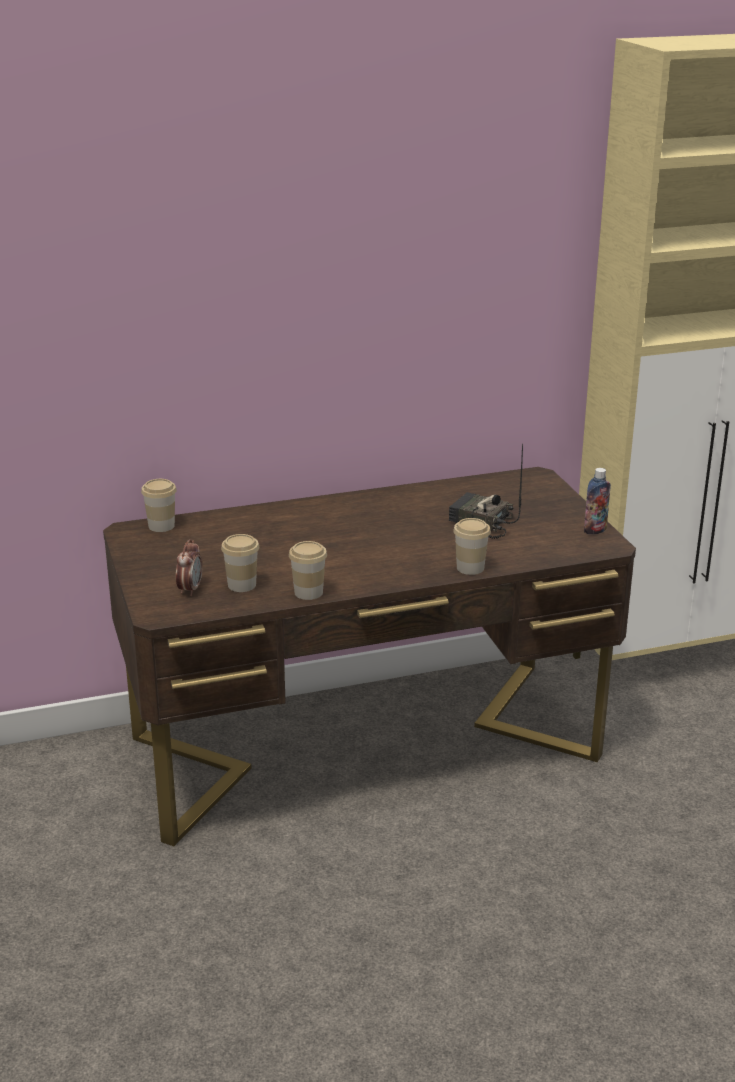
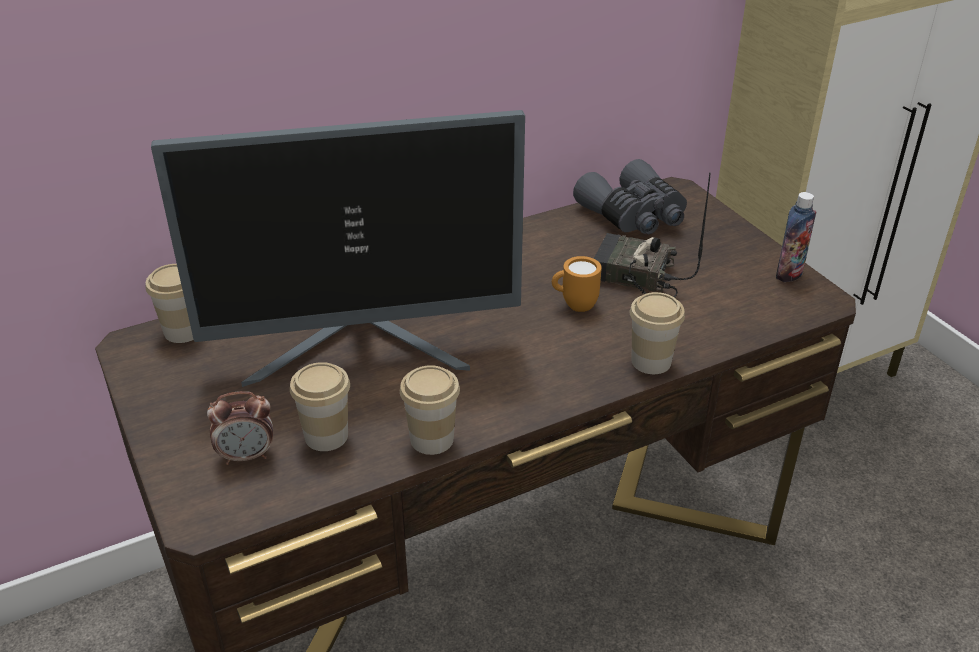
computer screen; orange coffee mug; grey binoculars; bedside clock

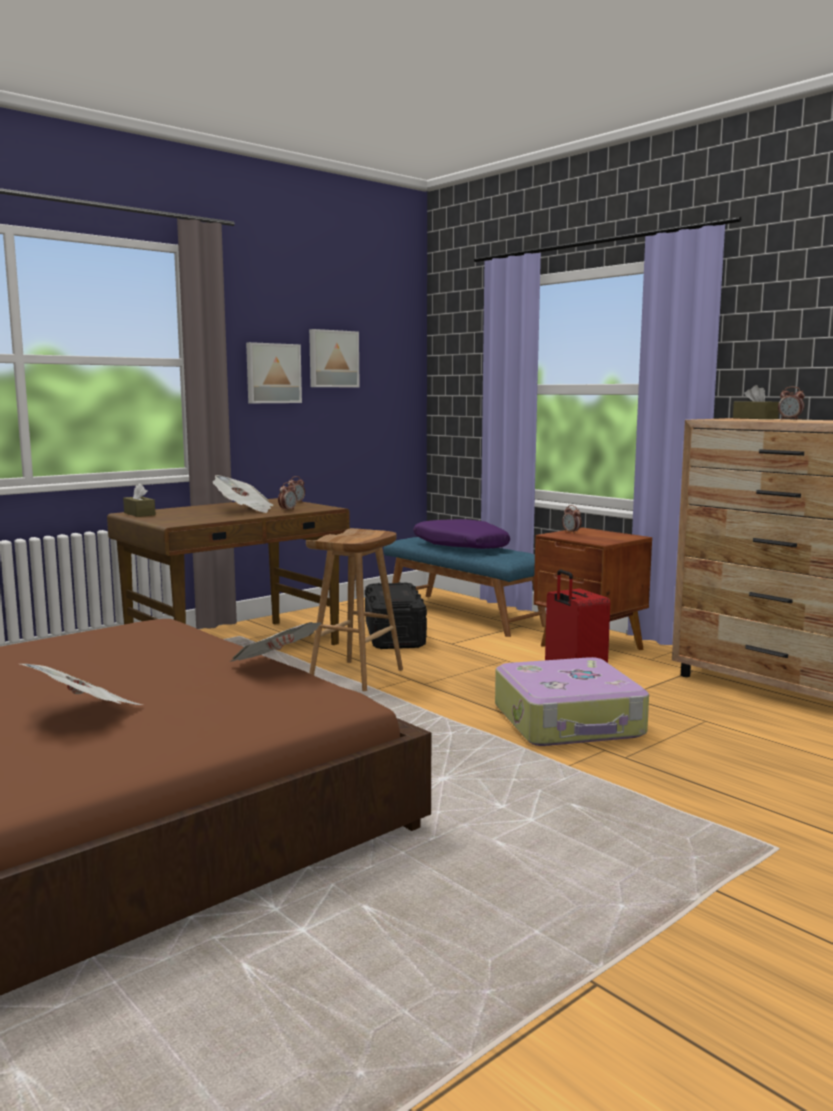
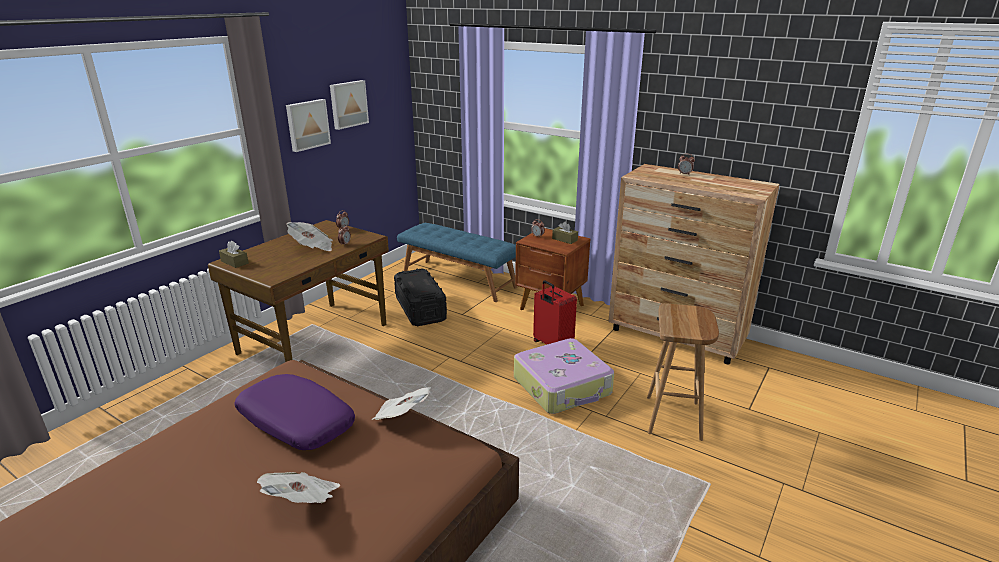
brown-coloured stool; purplish cushion; brown-coloured box of tissues (no. 2 from left)

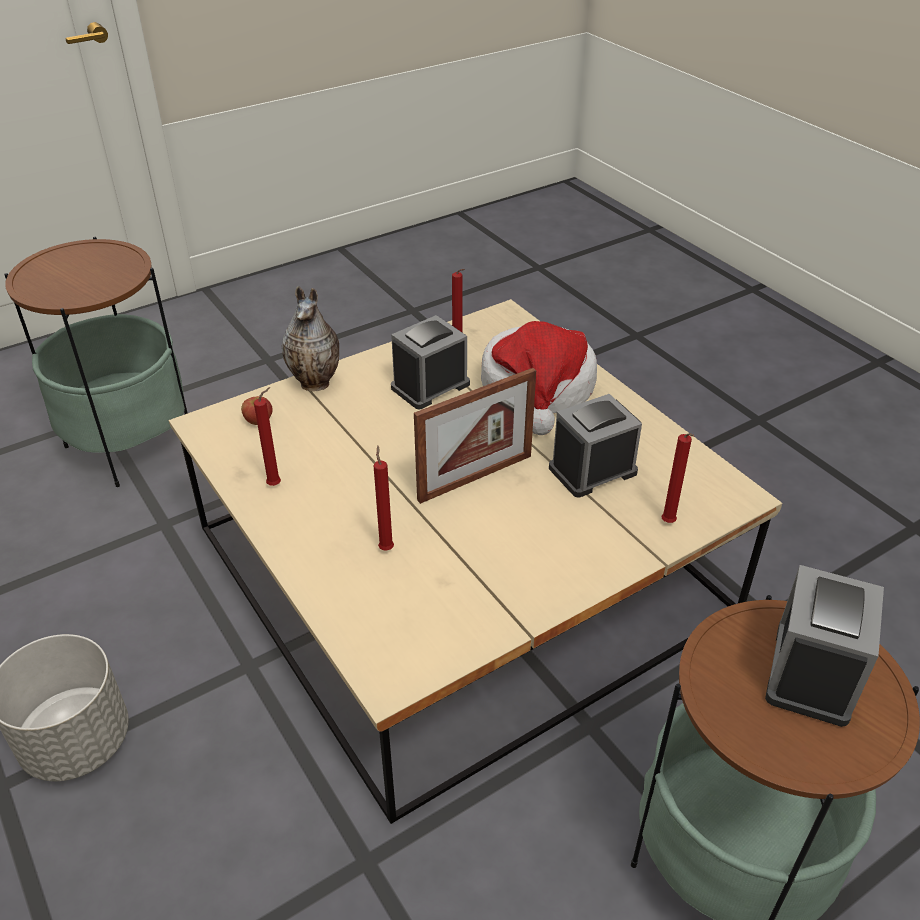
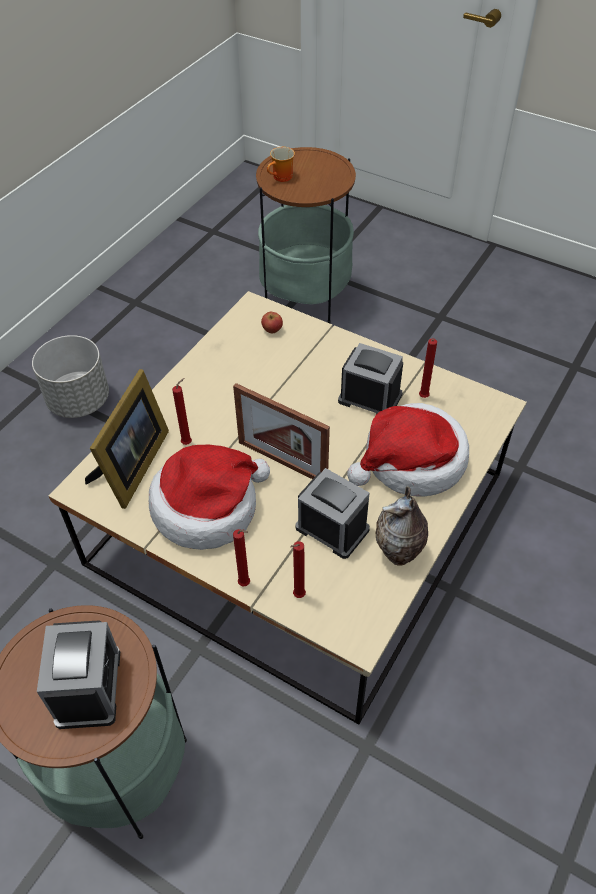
picture frame (no. 1 from left); hat (no. 1 from left); coffee mug; red candle (no. 2 from left); decorative vase; bedside clock (no. 1 from left)

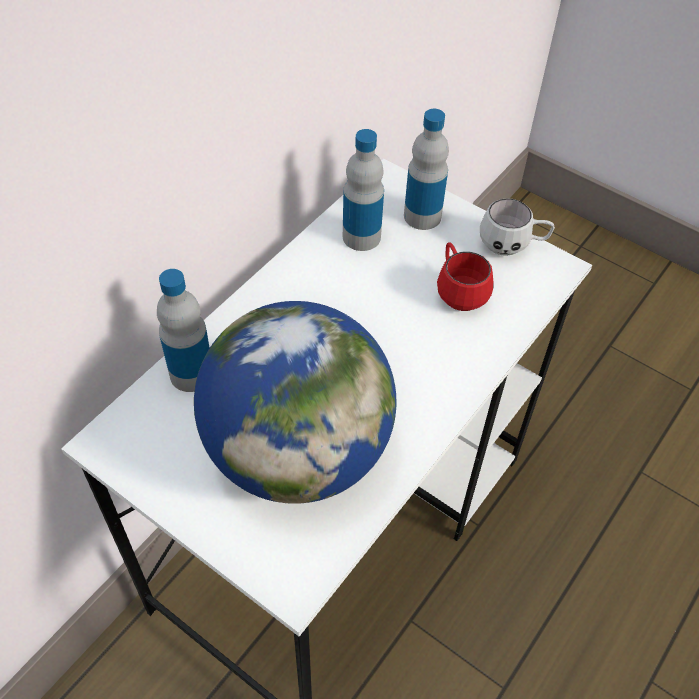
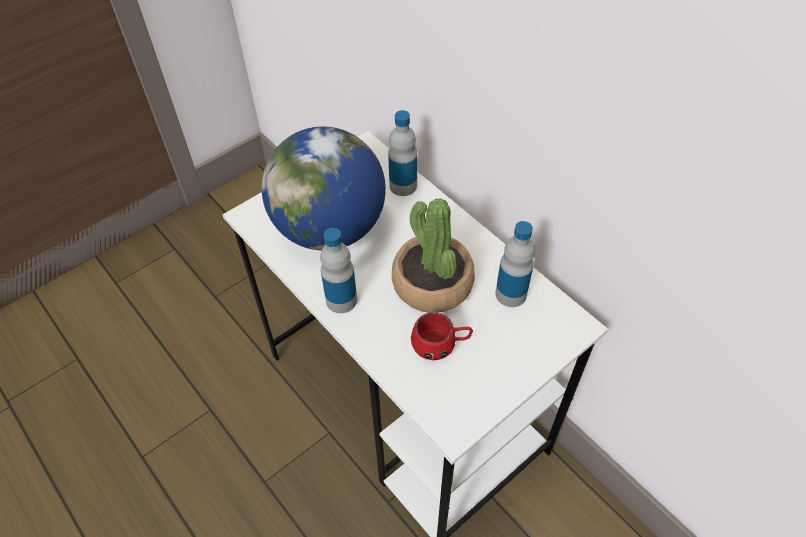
white coffee mug; potted plant; bottle (no. 1 from left)

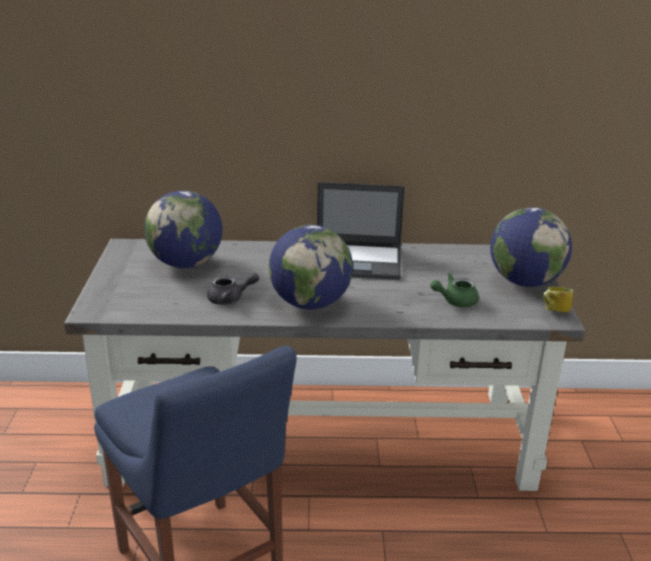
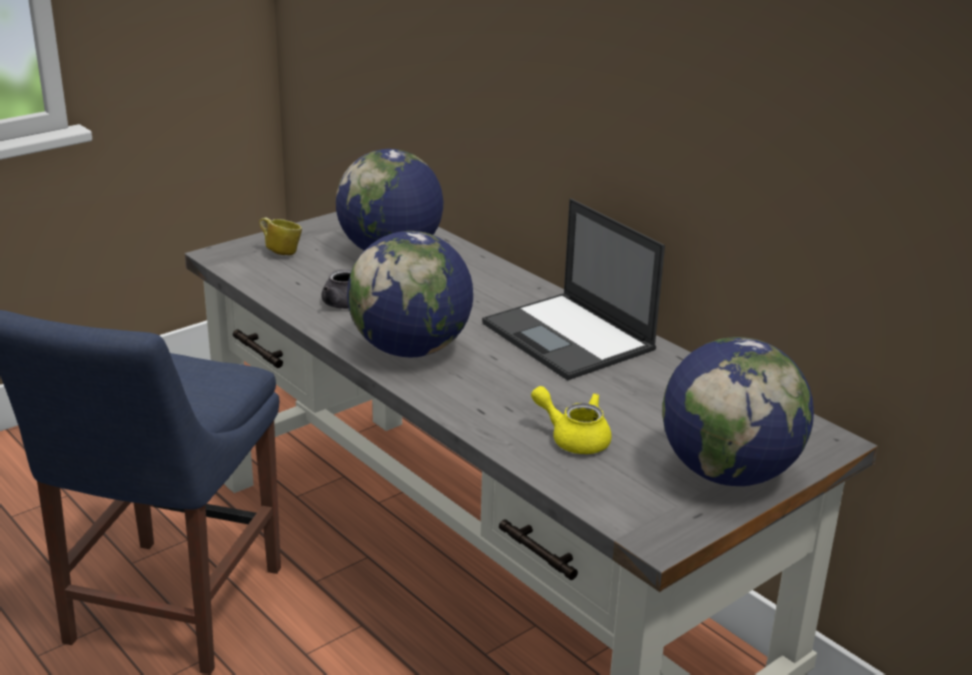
coffee mug; yellow teapot

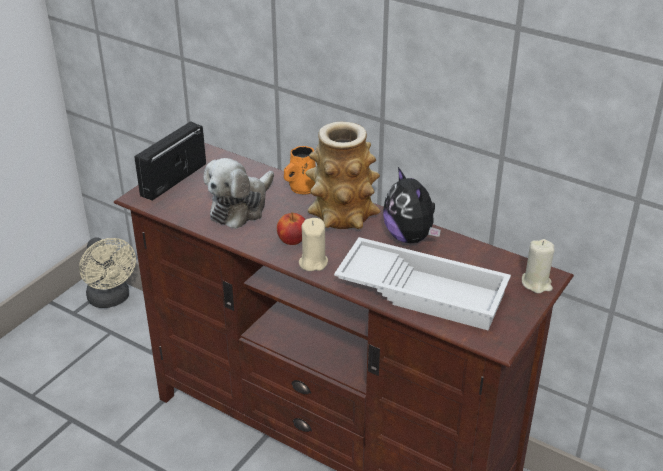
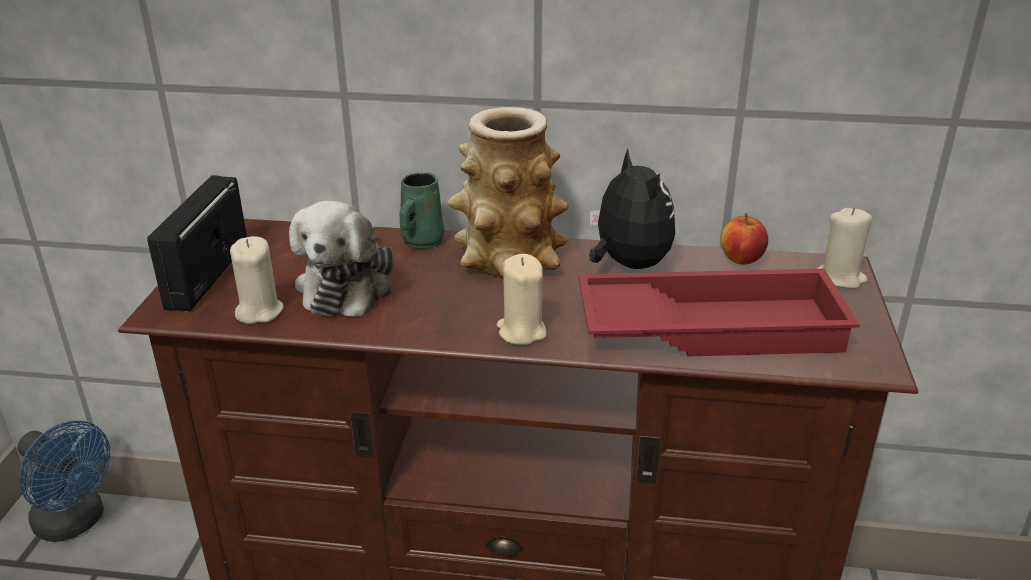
beige-coloured candle (no. 1 from left); whole apple; bluish cooling fan; greenish coffee mug; red carrying tray; cuddly toy (no. 2 from left)

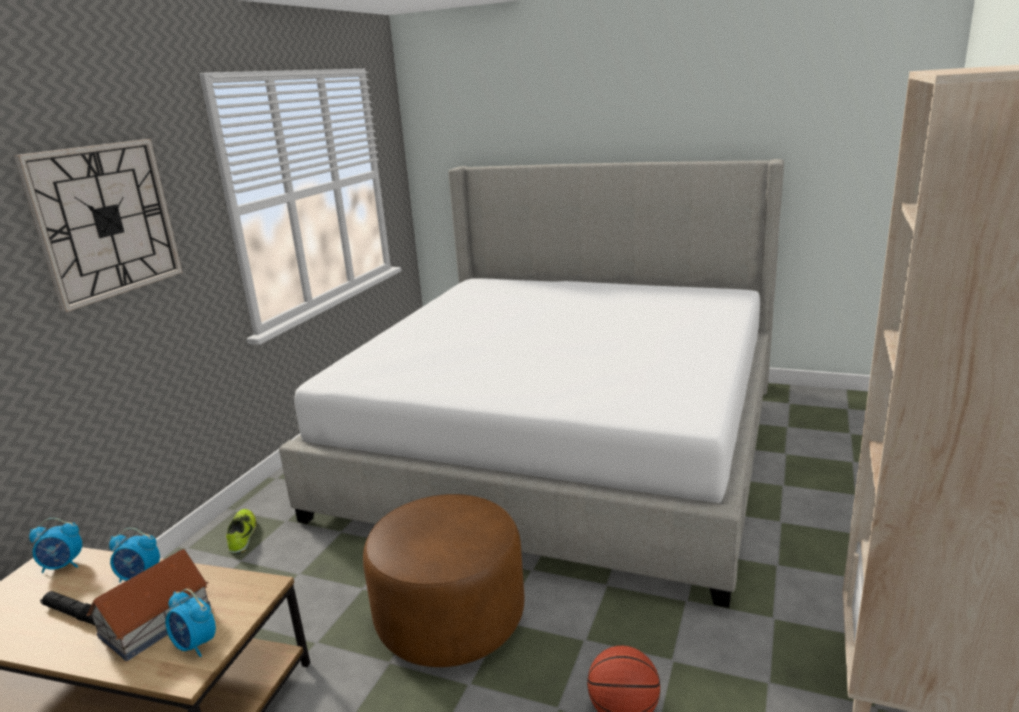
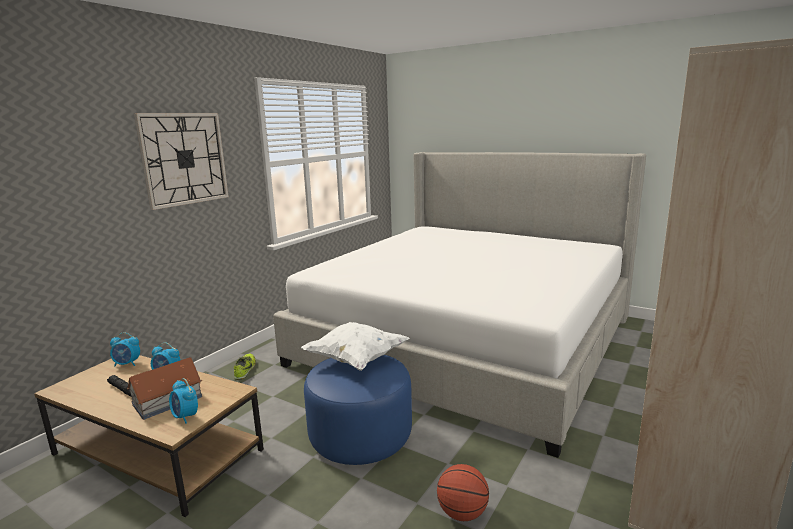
white cushion; bluish pouffe

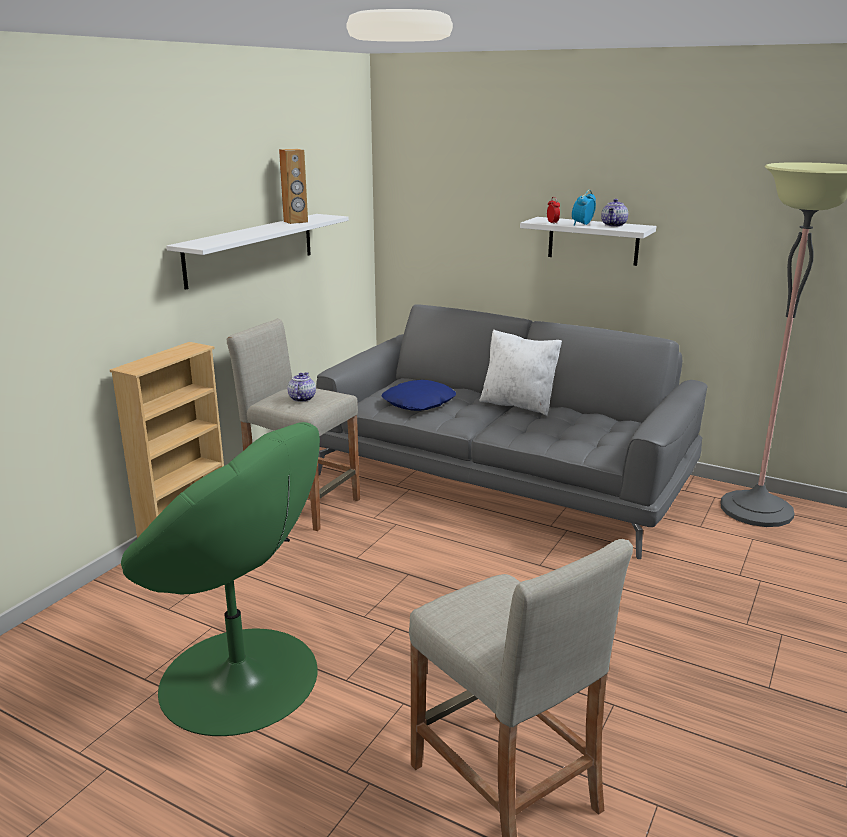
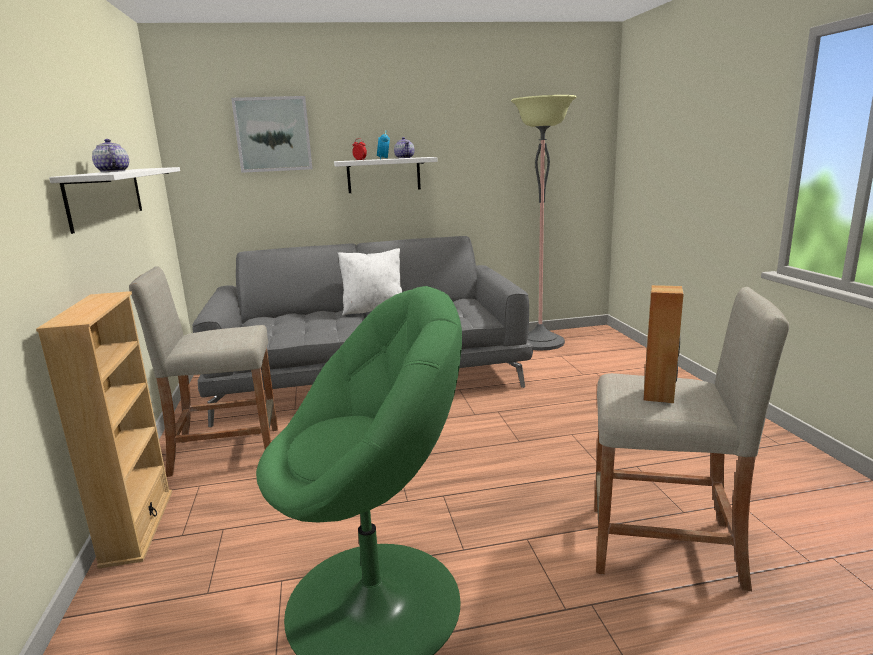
bluish cushion; wall art; brown-coloured speaker; teapot (no. 1 from left)

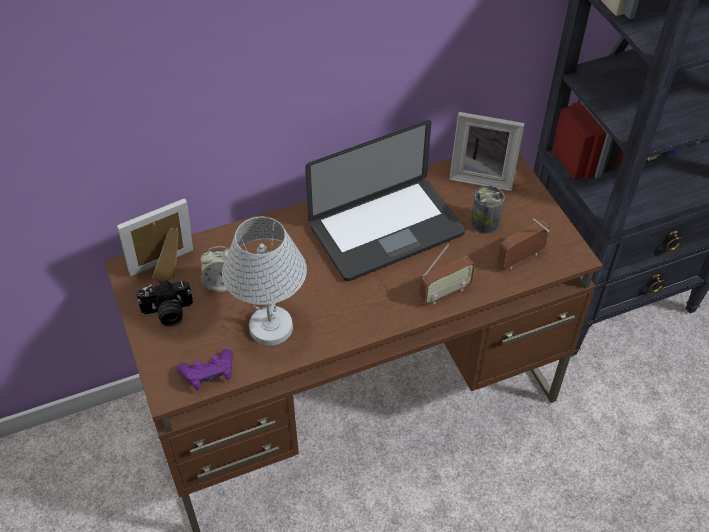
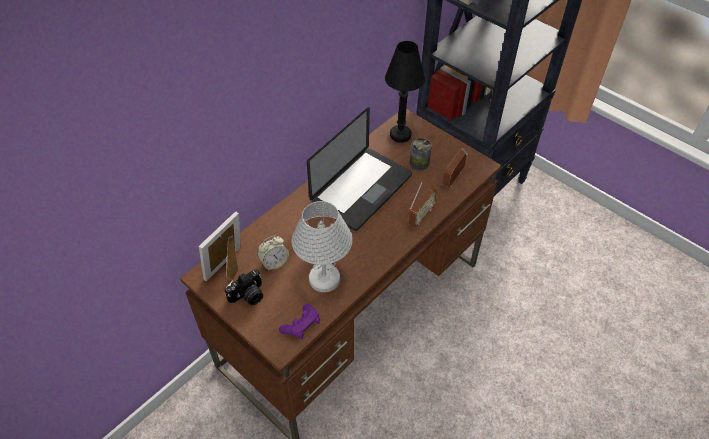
black tabletop lamp

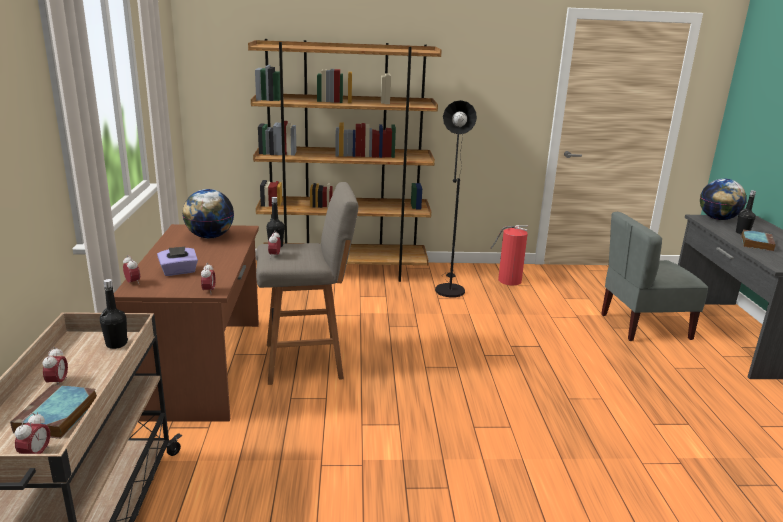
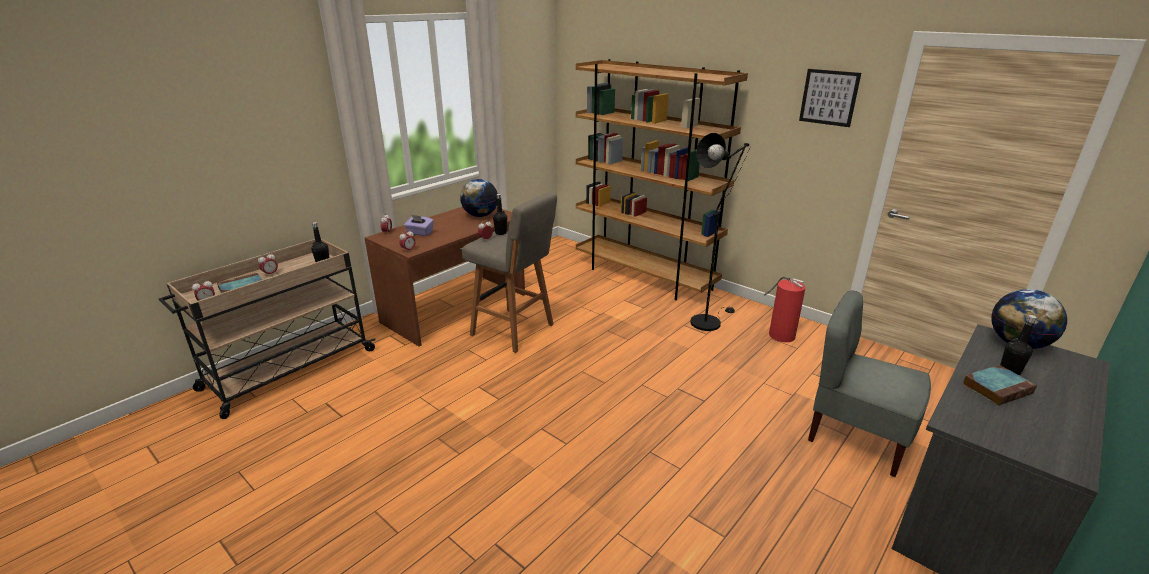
wall art

